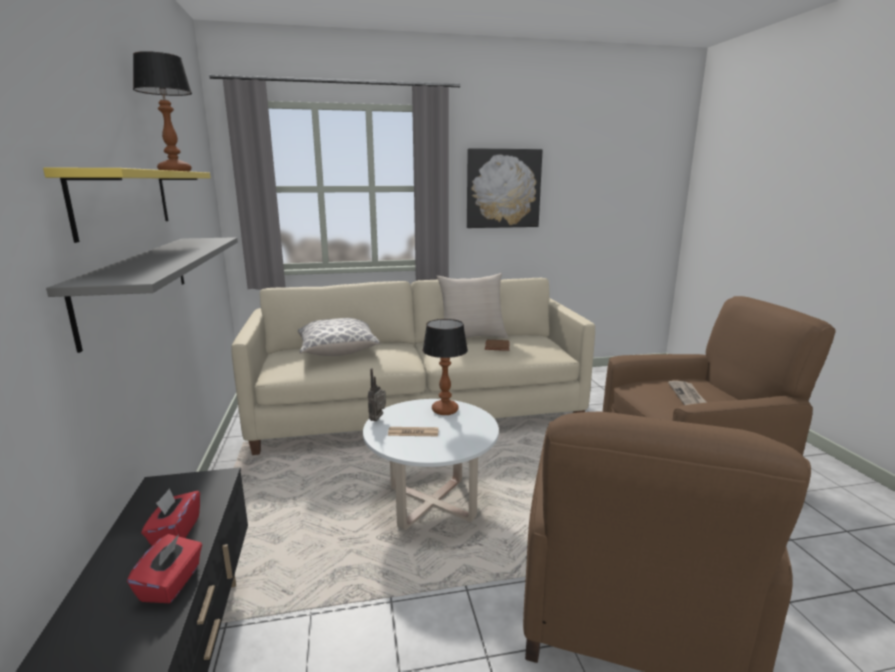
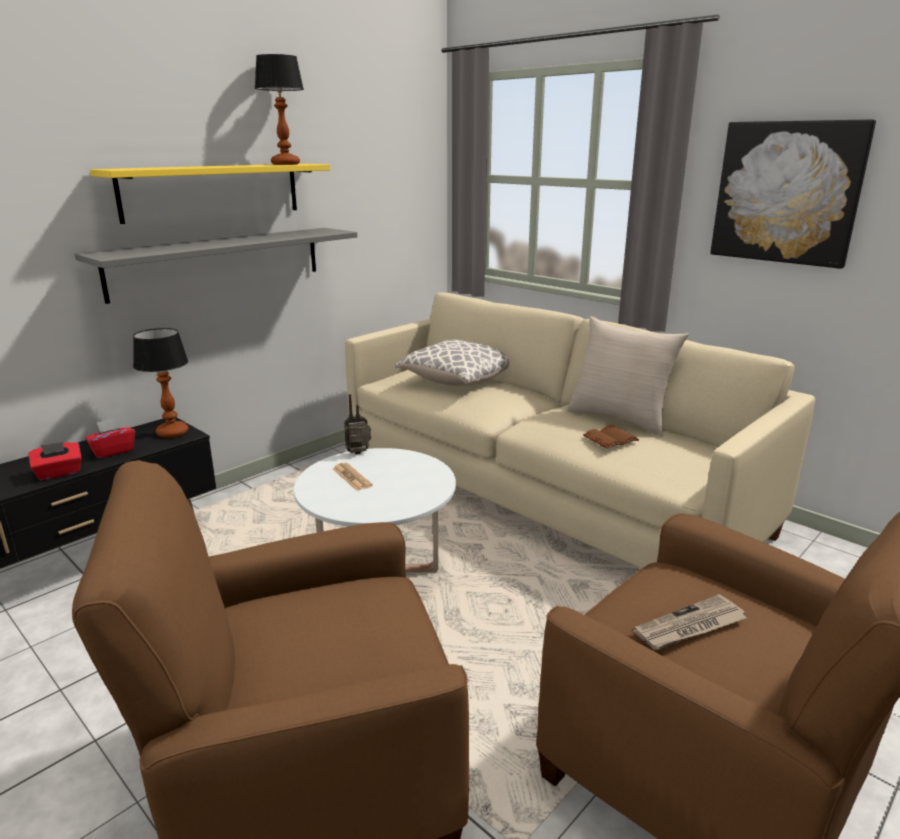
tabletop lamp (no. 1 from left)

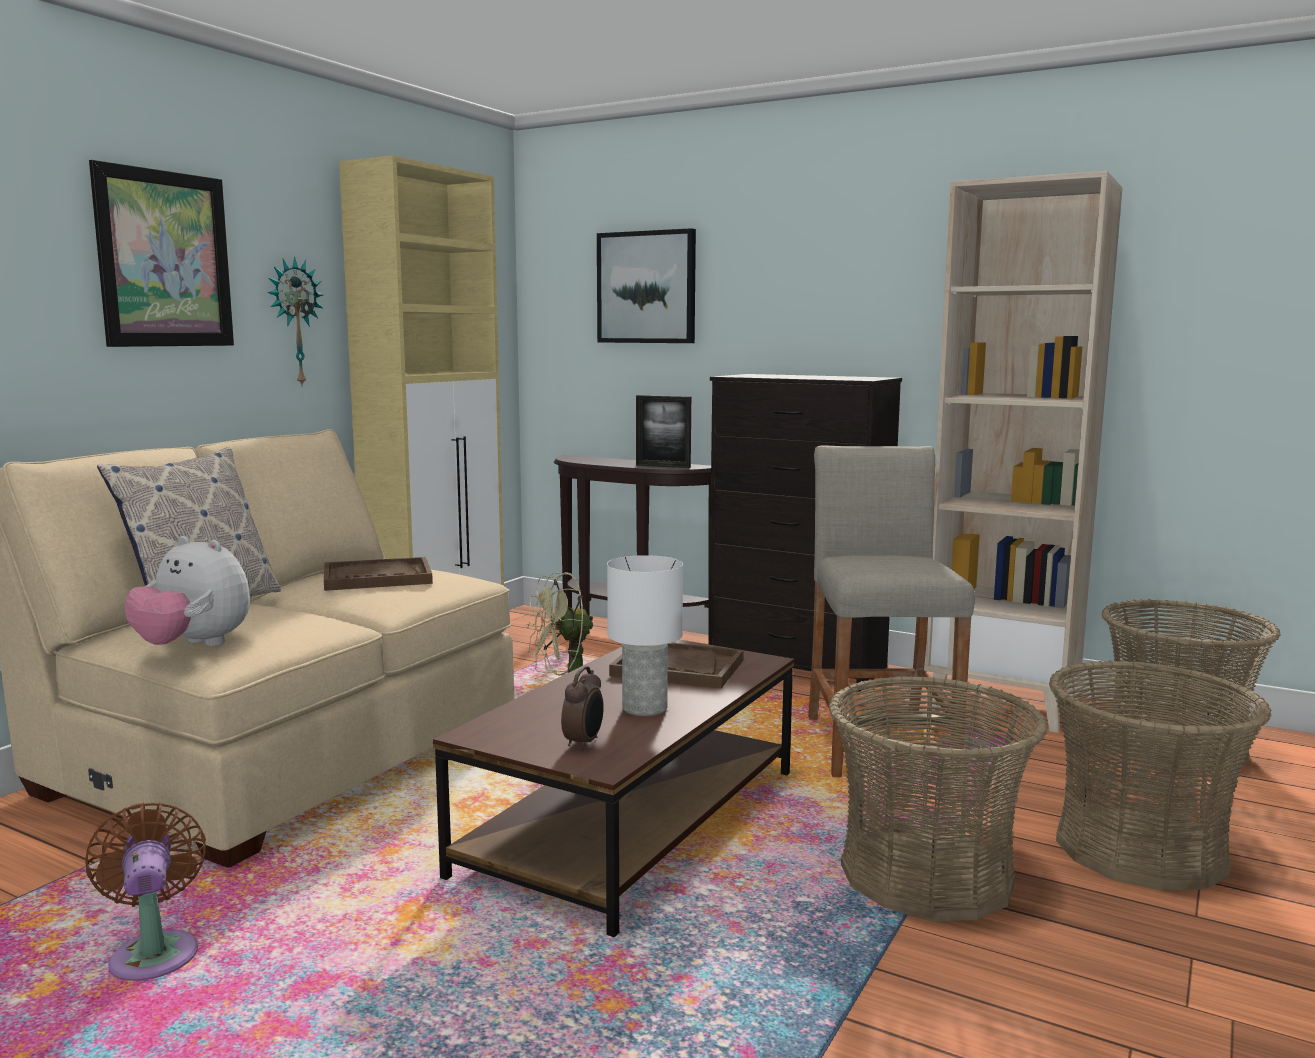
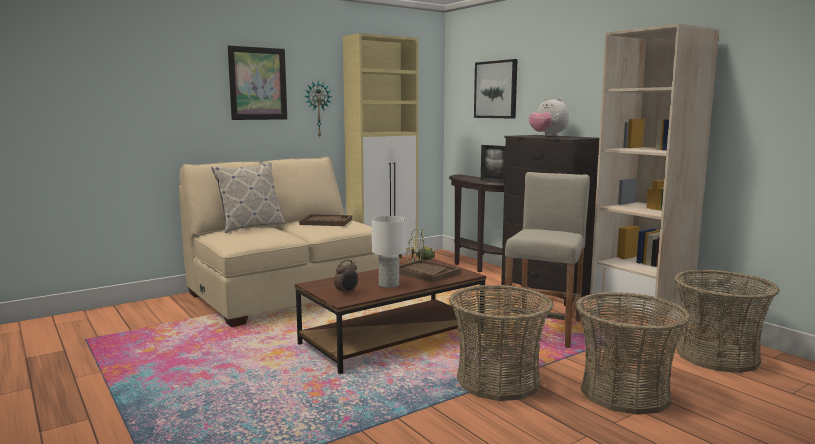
brown-coloured cooling fan; cuddly toy

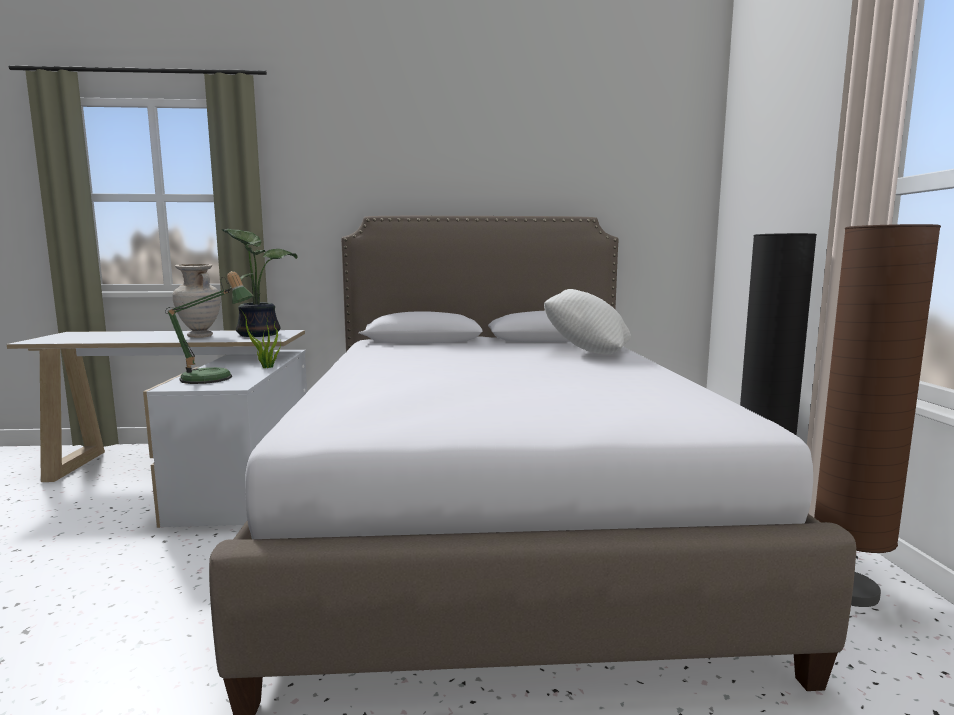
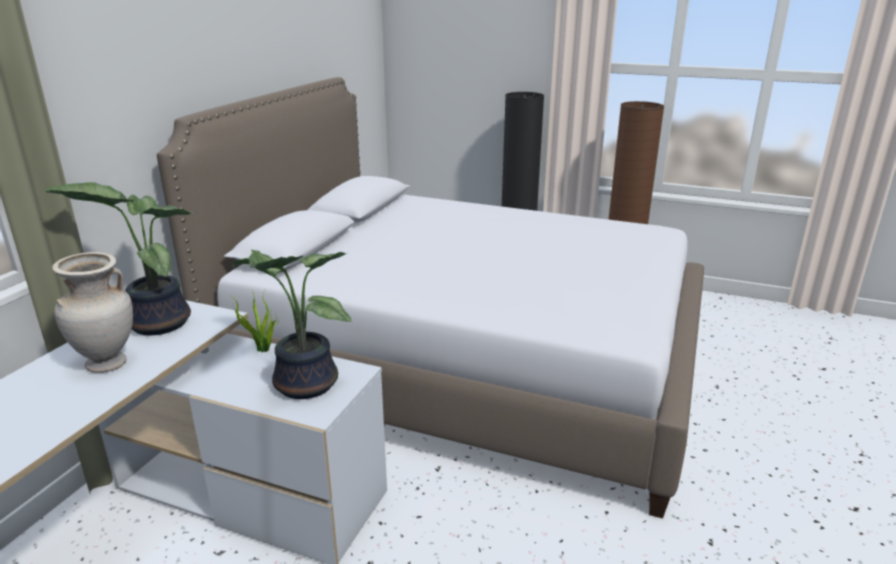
white cushion; potted plant (no. 3 from left)

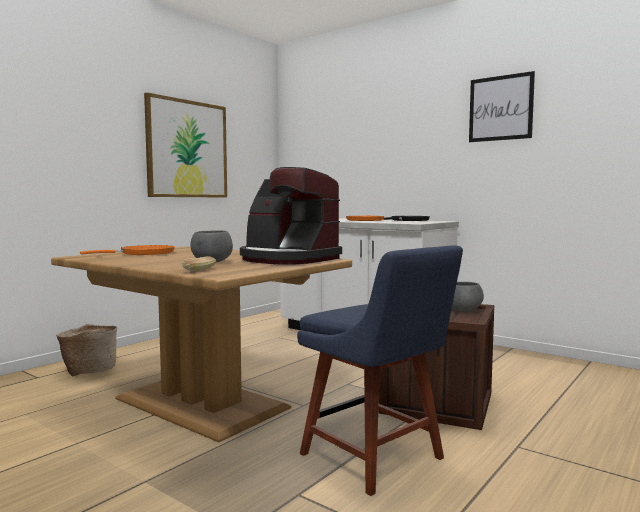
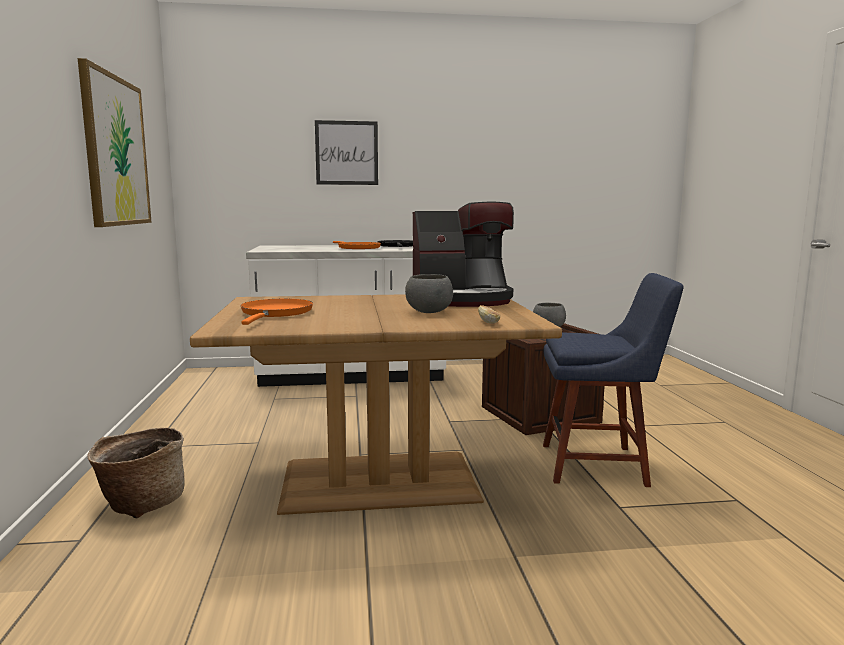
wall art (no. 2 from left)

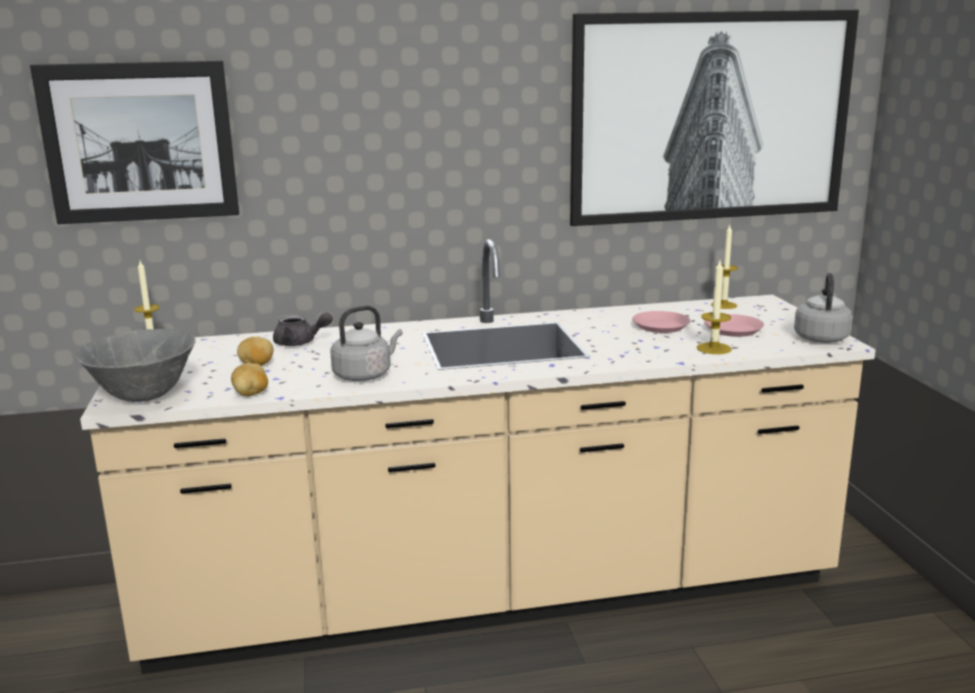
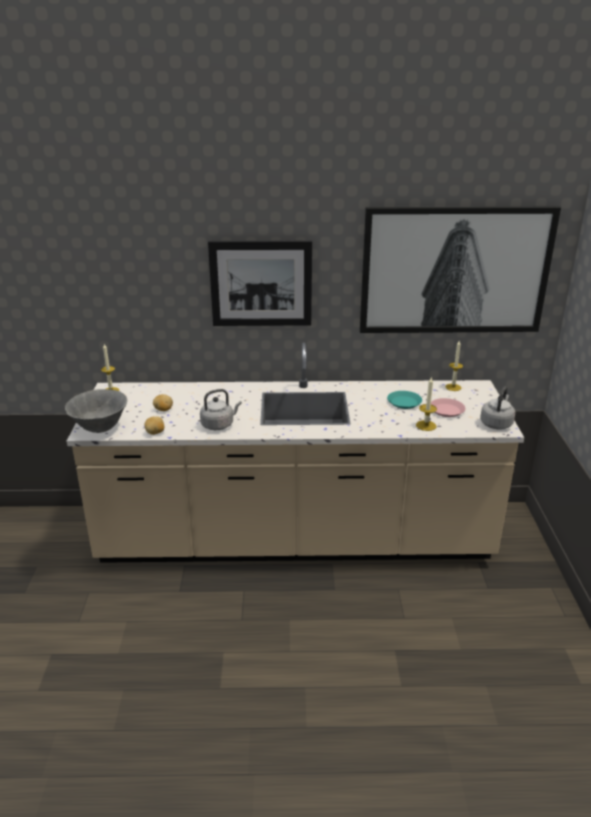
grey teapot; wall art (no. 1 from left); turquoise dinner plate

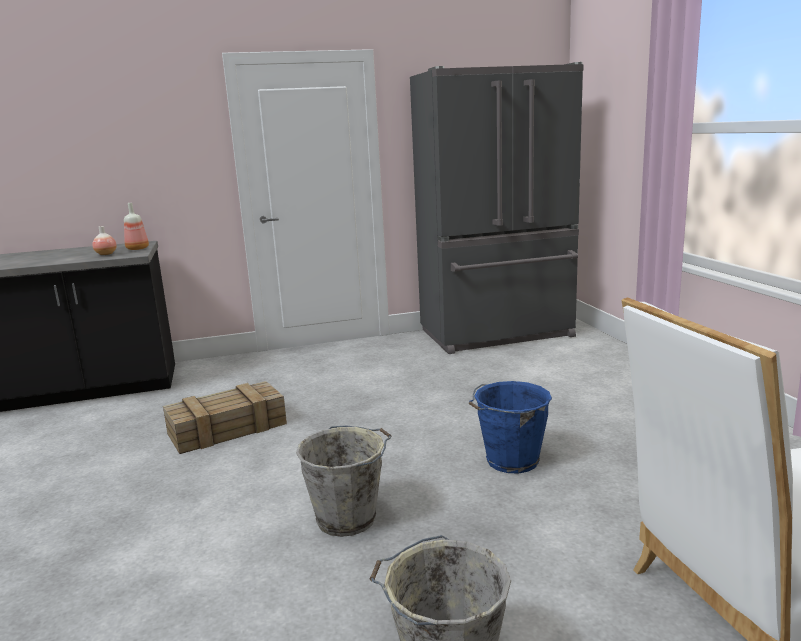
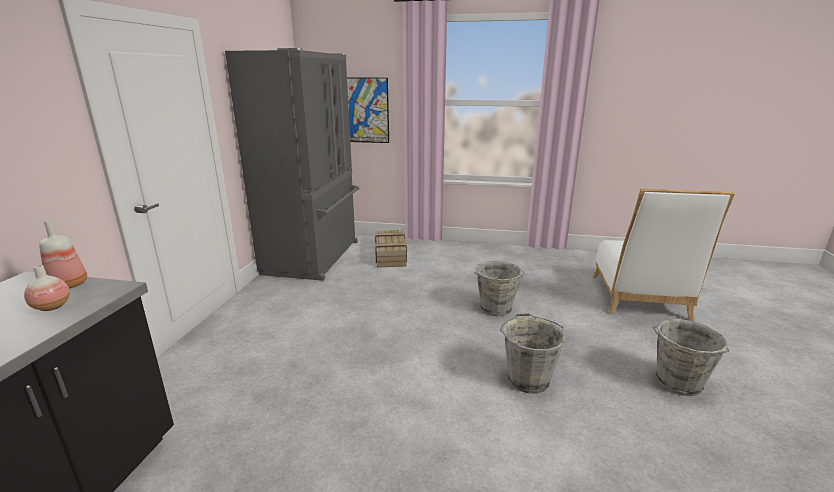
wall art; shipping crate; grey water bucket (no. 1 from left)

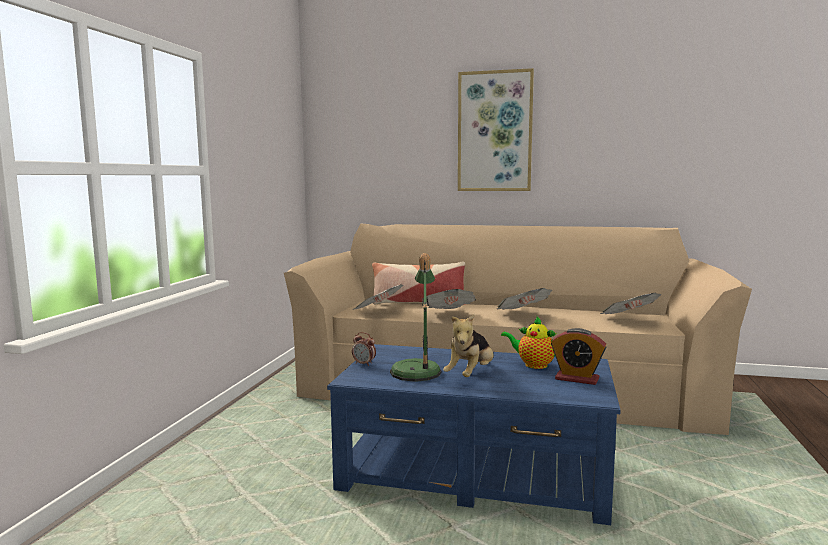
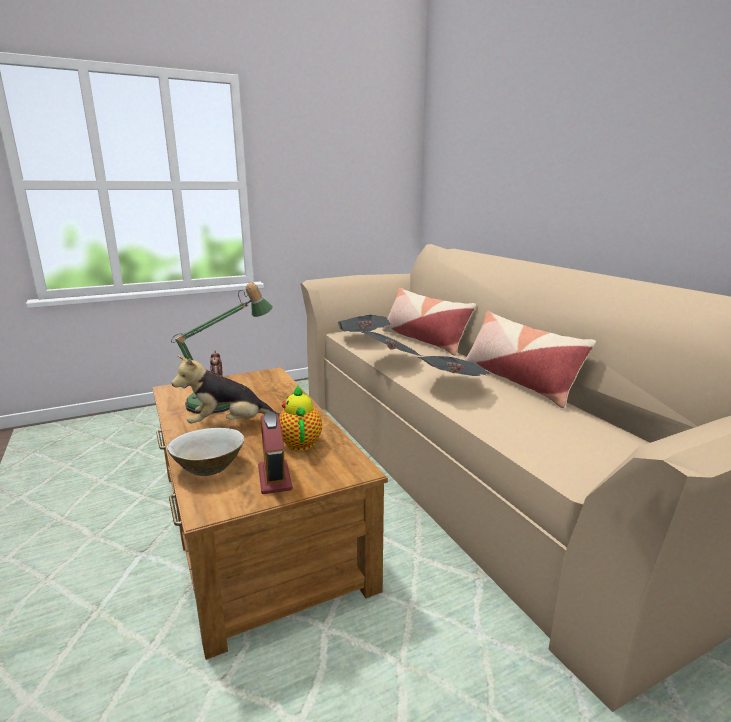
wall art; printed paper (no. 4 from left in the first image); beige-coloured serving bowl; cushion (no. 2 from left); brown-coloured coffee table

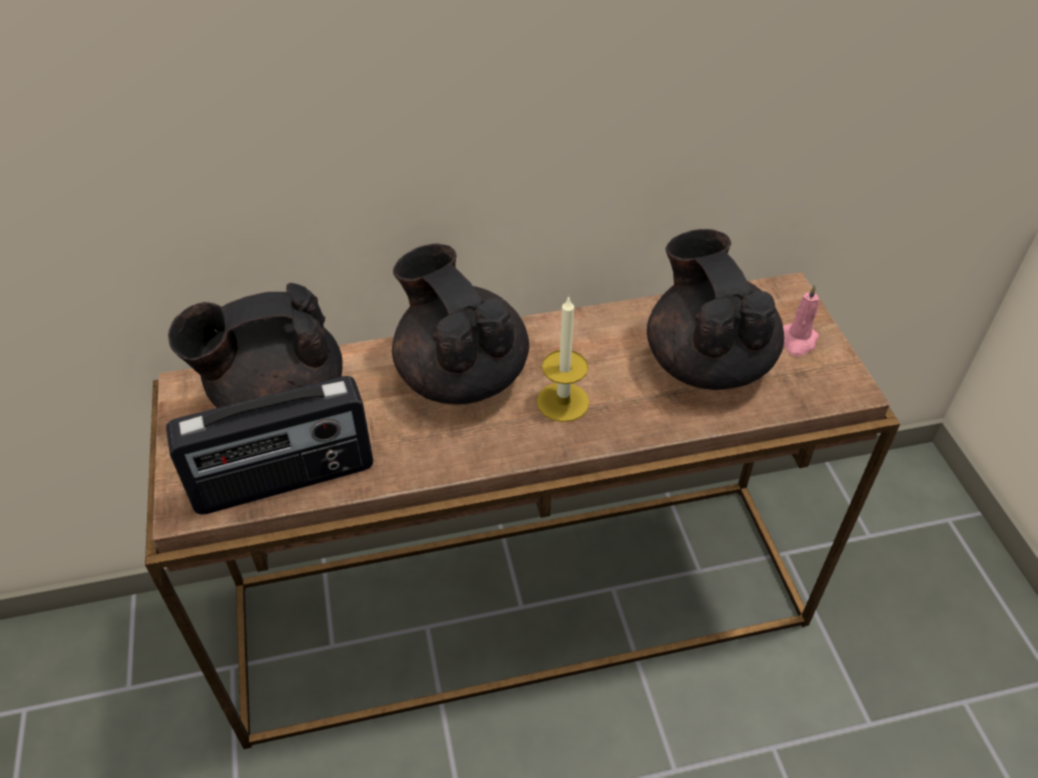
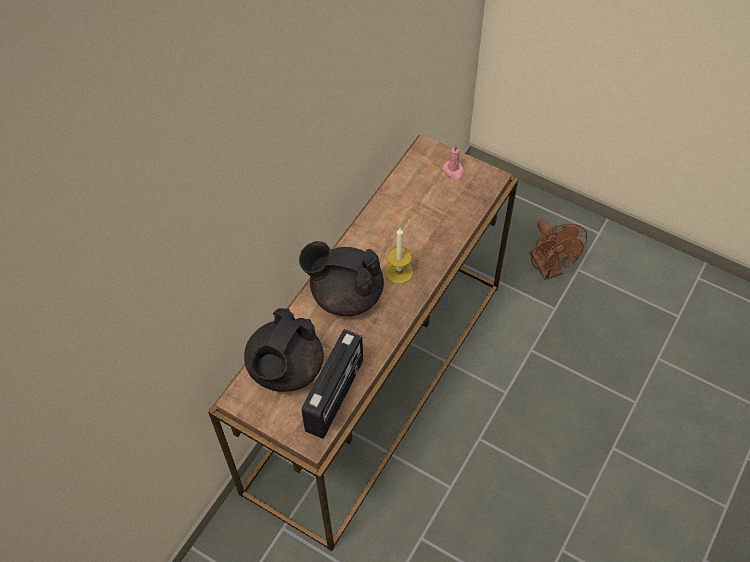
black teapot (no. 3 from left in the first image); brown-coloured cooling fan

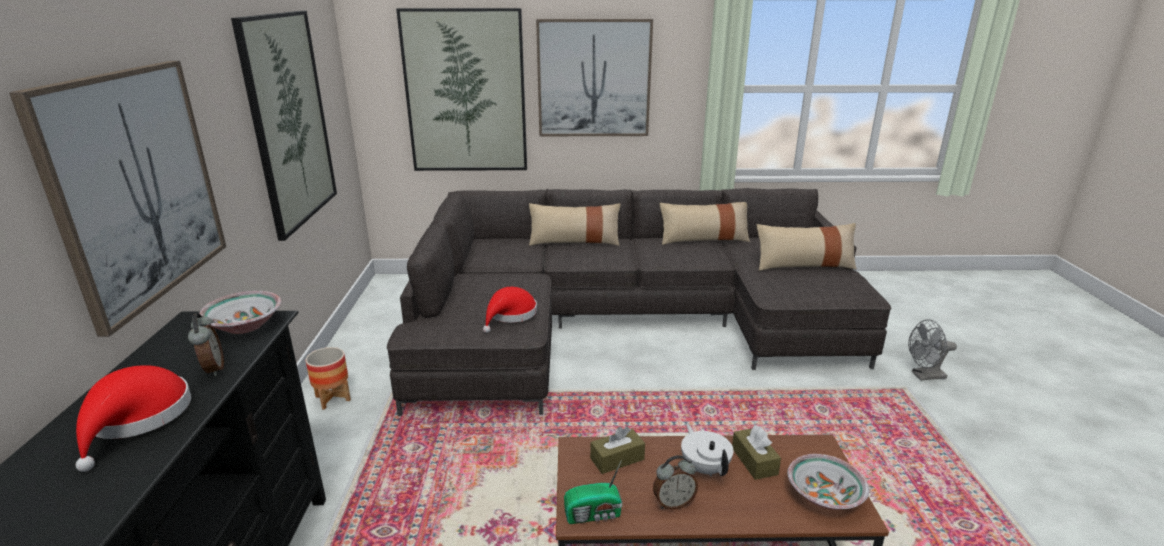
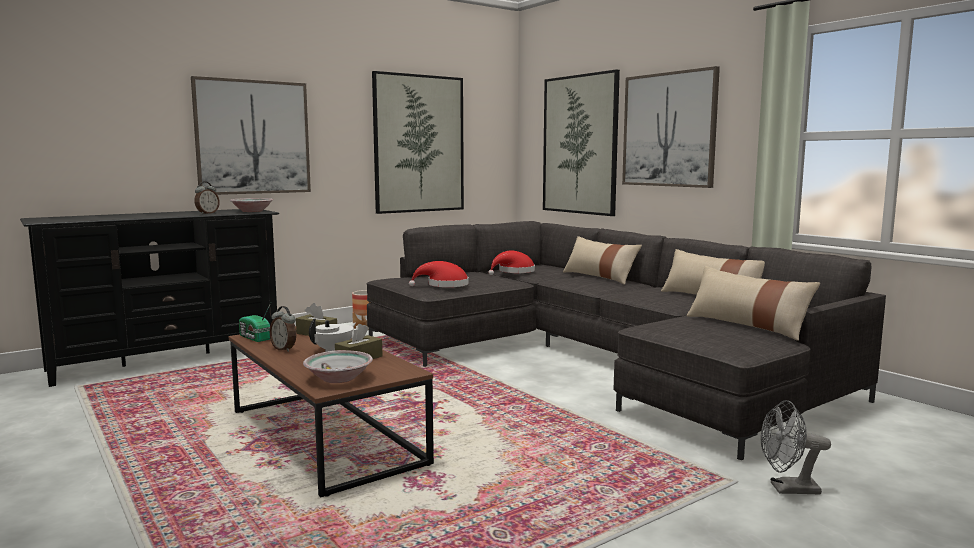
red hat (no. 2 from left); grey cooling fan

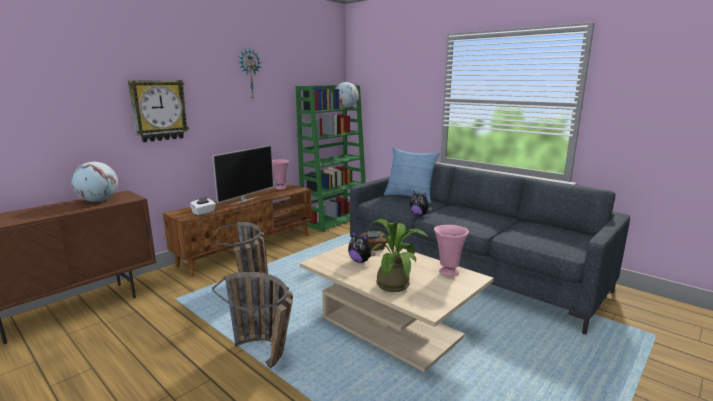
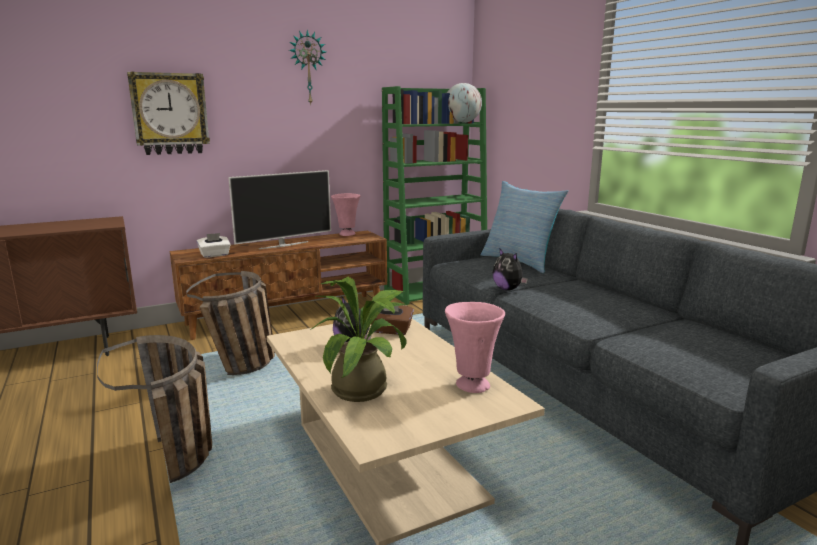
world globe (no. 1 from left in the first image)

